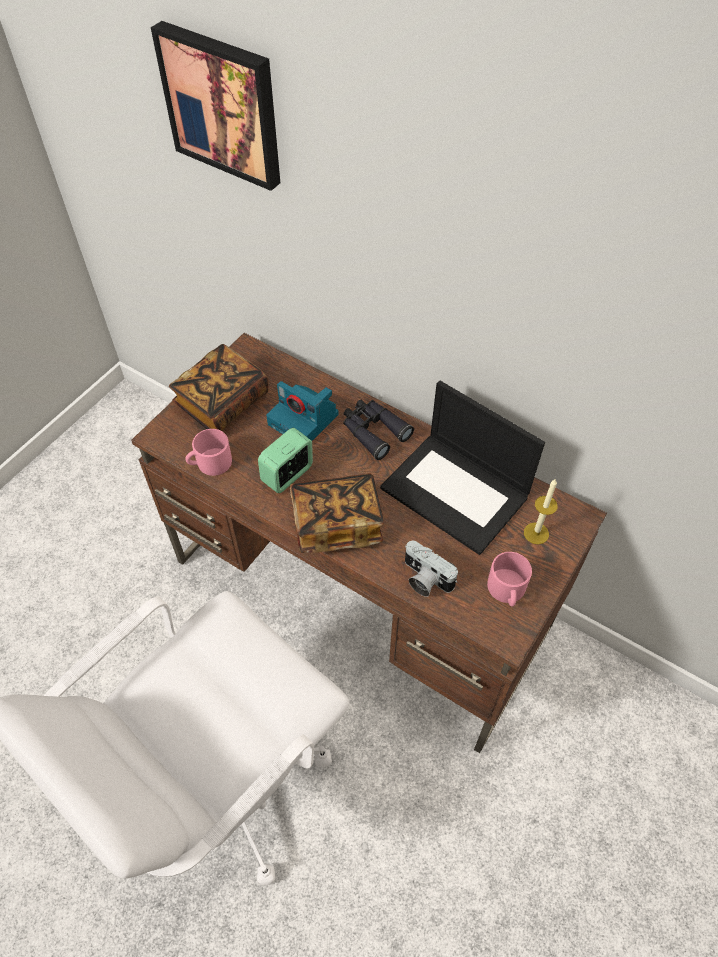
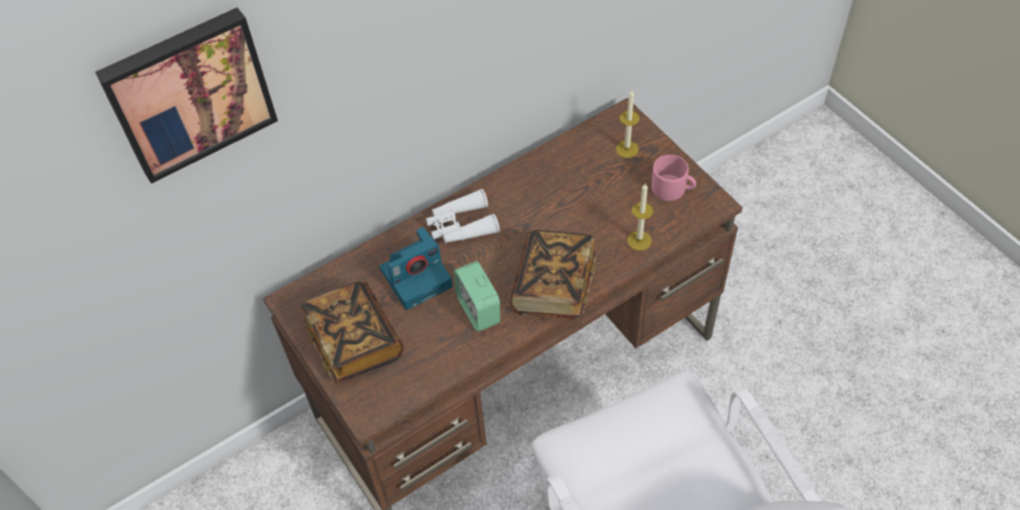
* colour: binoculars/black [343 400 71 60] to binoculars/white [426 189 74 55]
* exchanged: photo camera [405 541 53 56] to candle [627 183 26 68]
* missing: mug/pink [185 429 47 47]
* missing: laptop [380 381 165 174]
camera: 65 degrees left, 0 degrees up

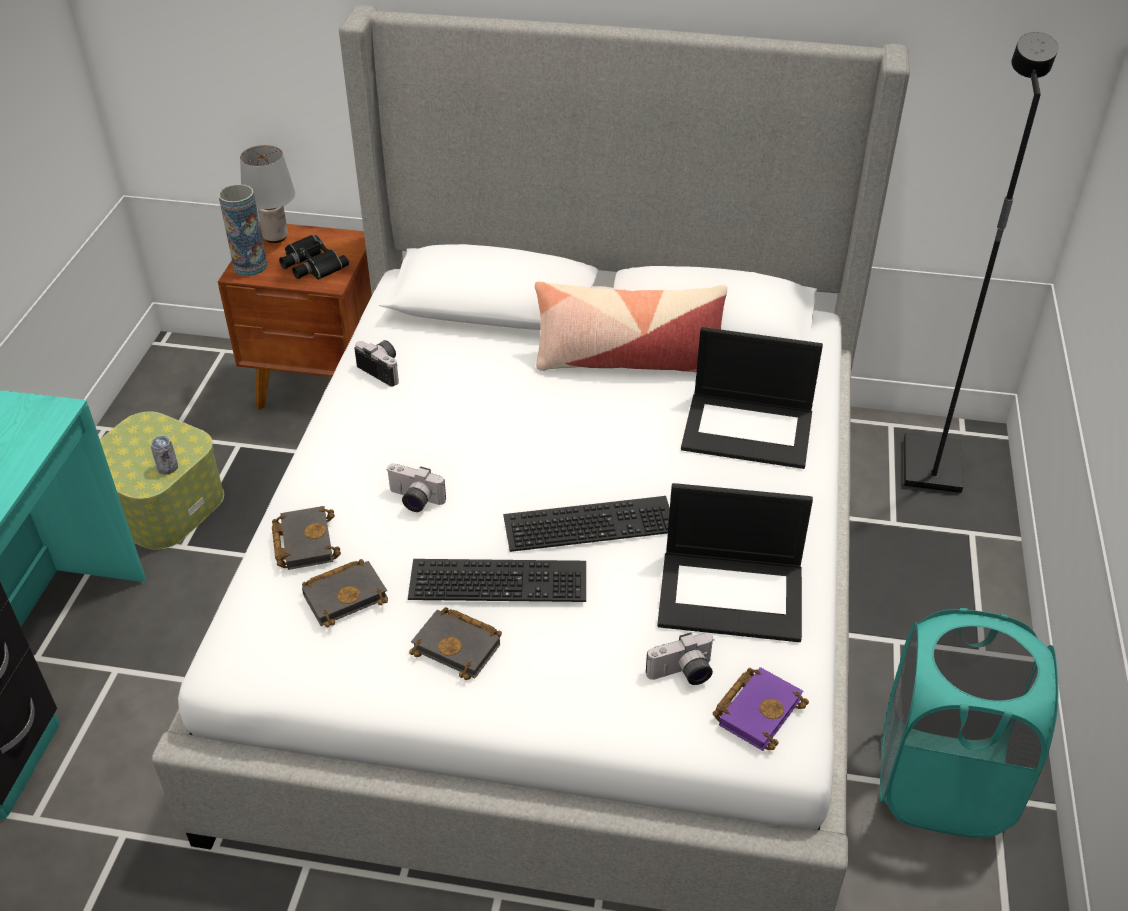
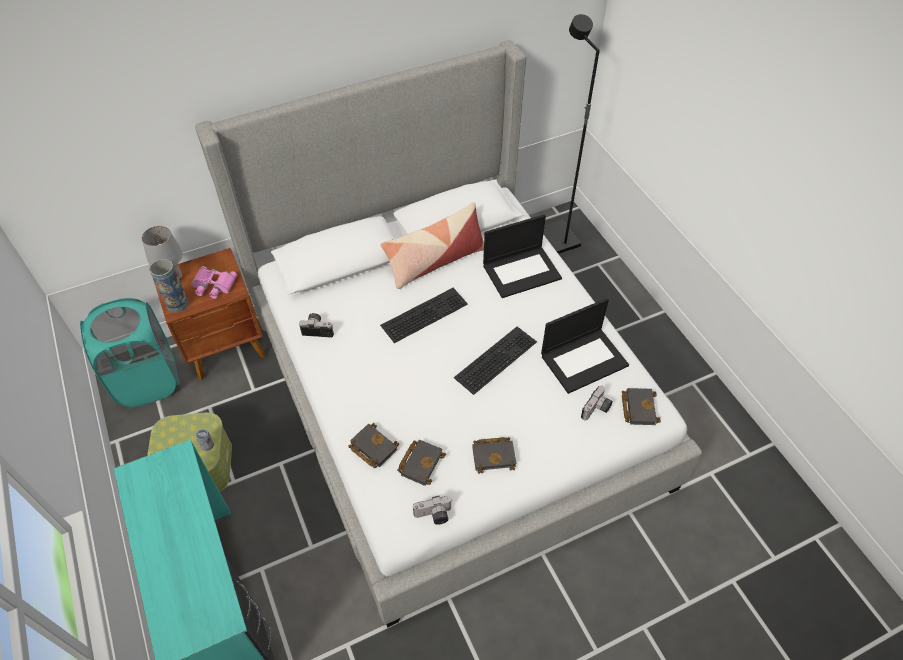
* relocated: laundry basket/turquoise [879 608 179 230] to [80 298 100 109]
* colour: binoculars/black [279 235 70 45] to binoculars/pink [191 266 46 33]
* relocated: keyboard [408 559 178 43] to [380 288 88 55]
* relocated: photo camera [386 464 60 48] to [413 496 39 29]
* colour: book/purple [713 667 96 84] to book/black [622 388 39 37]
camera: 35 degrees left, 10 degrees up

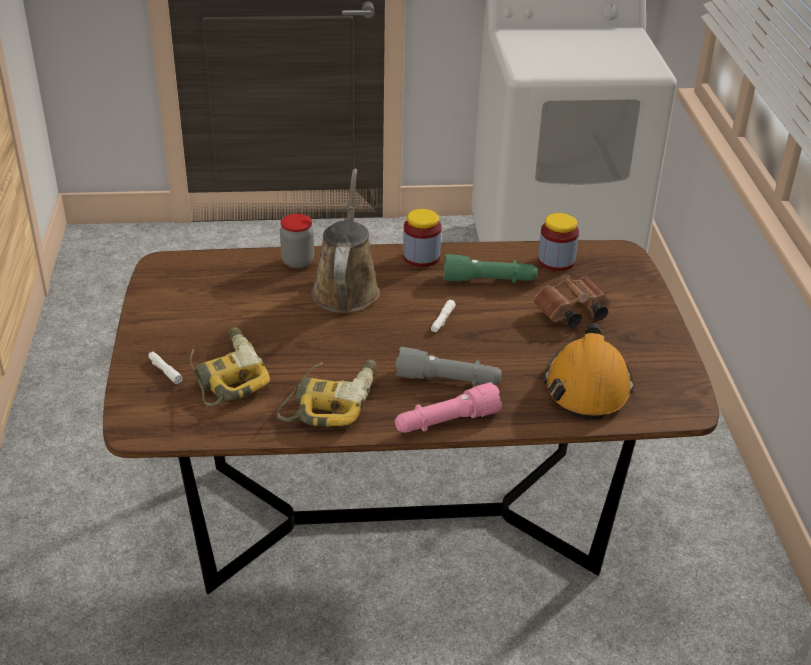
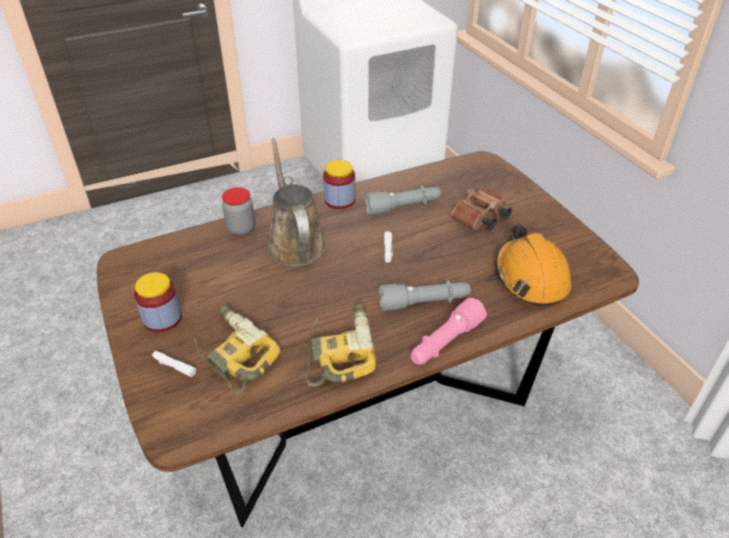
* relocated: jar [538 213 41 58] to [134 272 48 60]
* colour: flashlight/green [444 254 93 29] to flashlight/grey [365 186 76 30]
camera: 20 degrees left, 5 degrees up

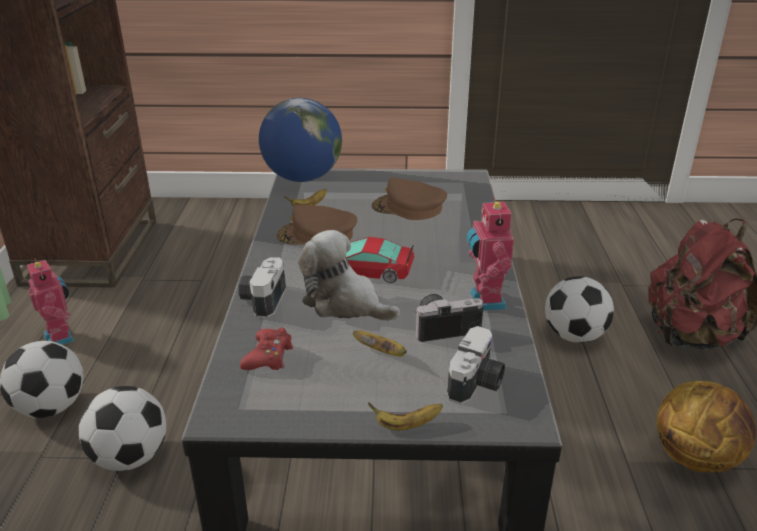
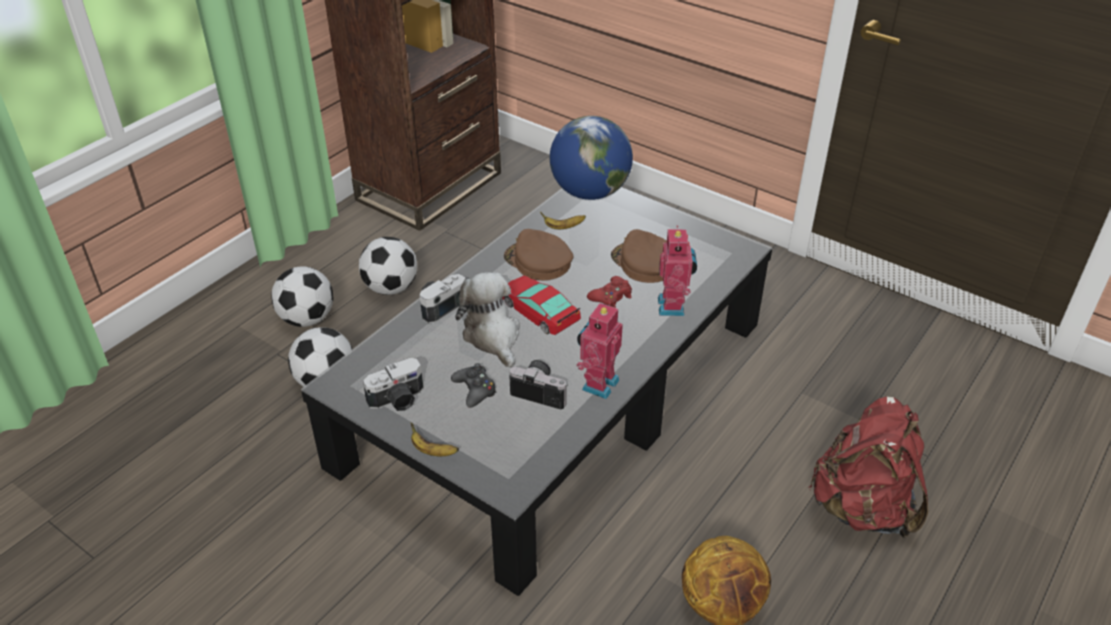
* relocated: football [545 276 69 67] to [359 237 58 58]
* relocated: photo camera [447 326 58 78] to [363 358 60 53]
* exchanged: banana [353 330 54 27] to game controller/black [451 363 46 45]
* relocated: game controller/red [240 328 53 42] to [587 276 45 32]
* relocated: toy robot [27 258 47 87] to [658 225 39 91]
camera: 35 degrees right, 10 degrees up

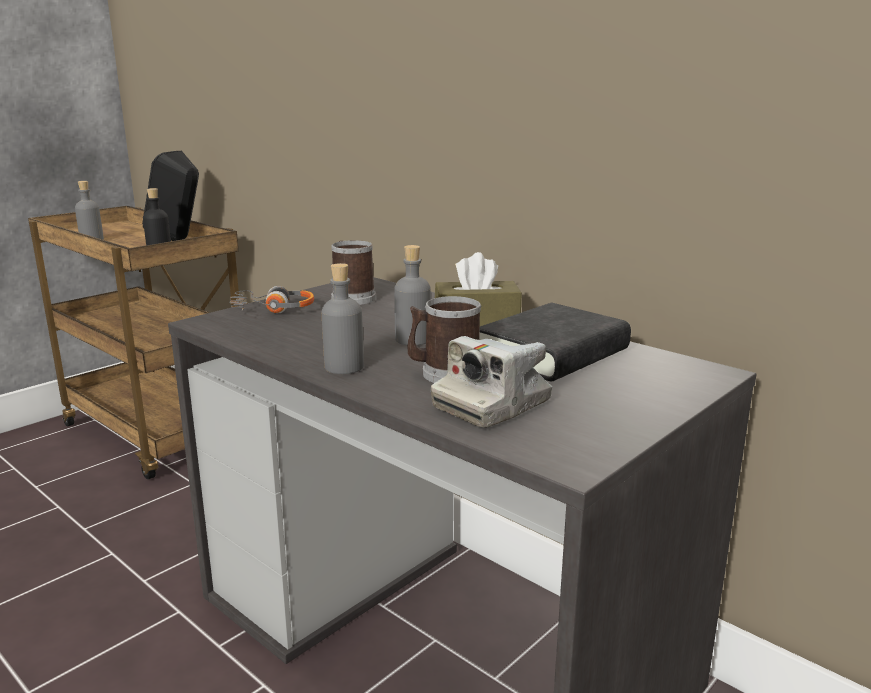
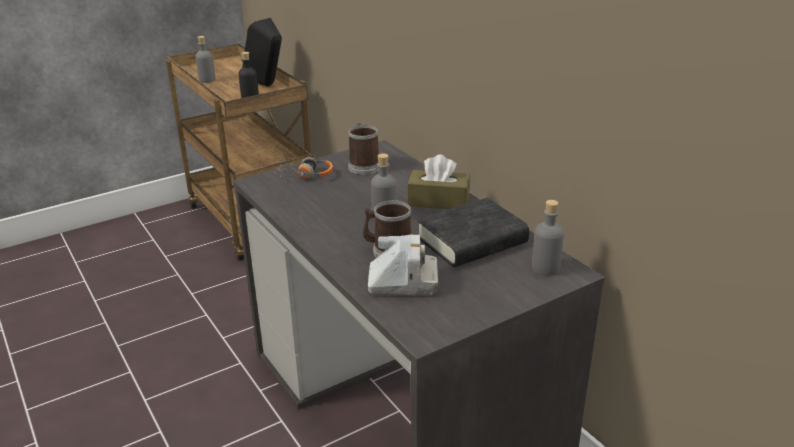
* spun: photo camera [431 336 121 92] = [368 234 70 61] 150 degrees counterclockwise
* relocated: bottle/grey [322 263 42 111] to [532 200 32 76]
camera: 15 degrees right, 10 degrees up

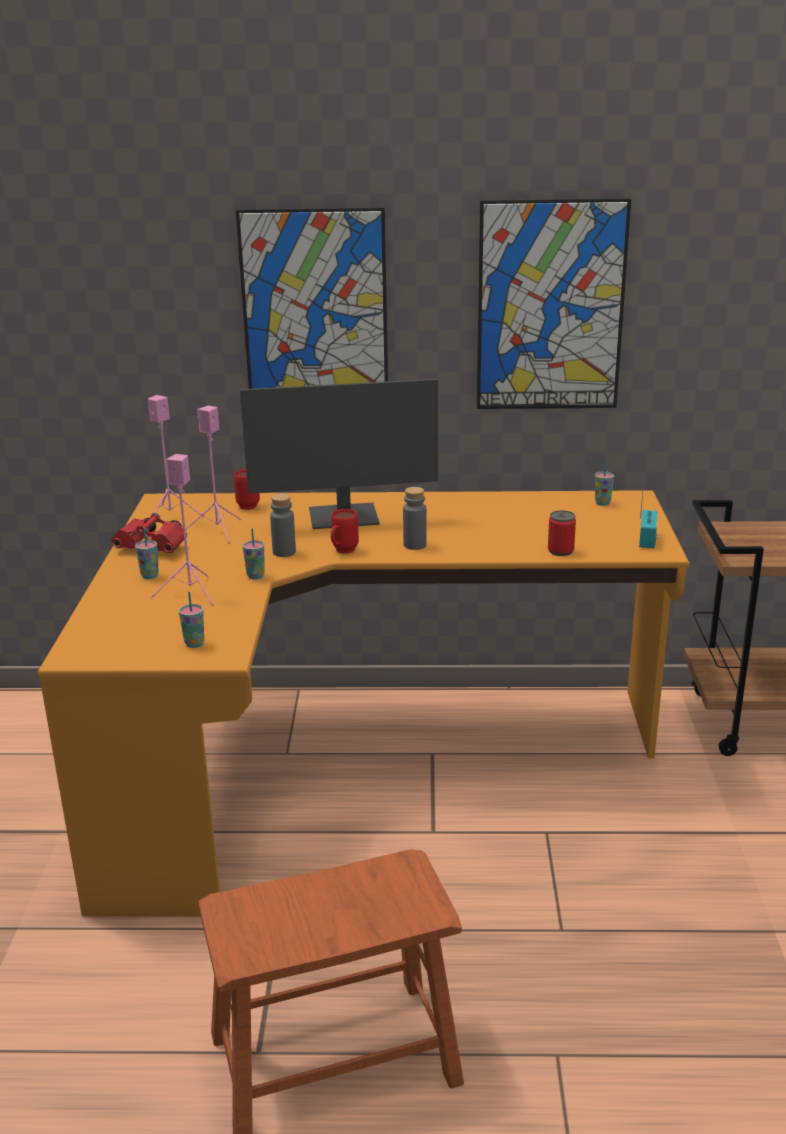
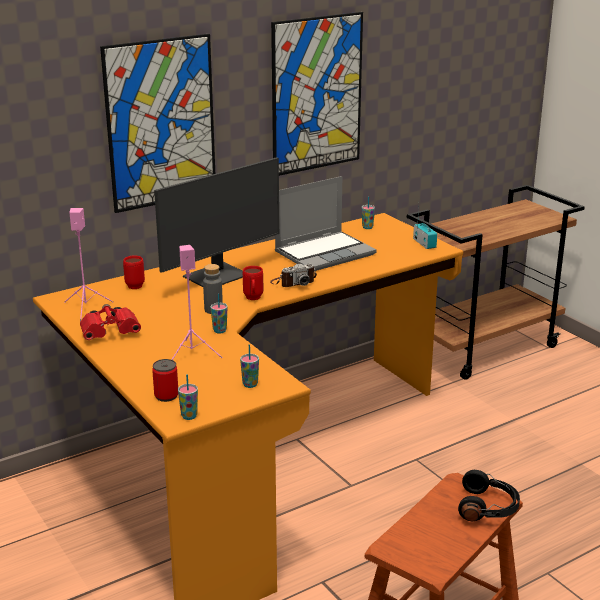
* relocated: can [548 510 28 46] to [152 359 26 43]
* relocated: cup [135 528 24 51] to [178 374 20 46]
* exchanged: bottle/grey [403 487 24 63] to photo camera [270 263 47 24]
* appeared: laptop [275 176 102 95]
* appeared: headphones/black [458 470 62 51]
* missing: speaker/pink [186 405 55 139]
camera: 35 degrees left, 0 degrees up

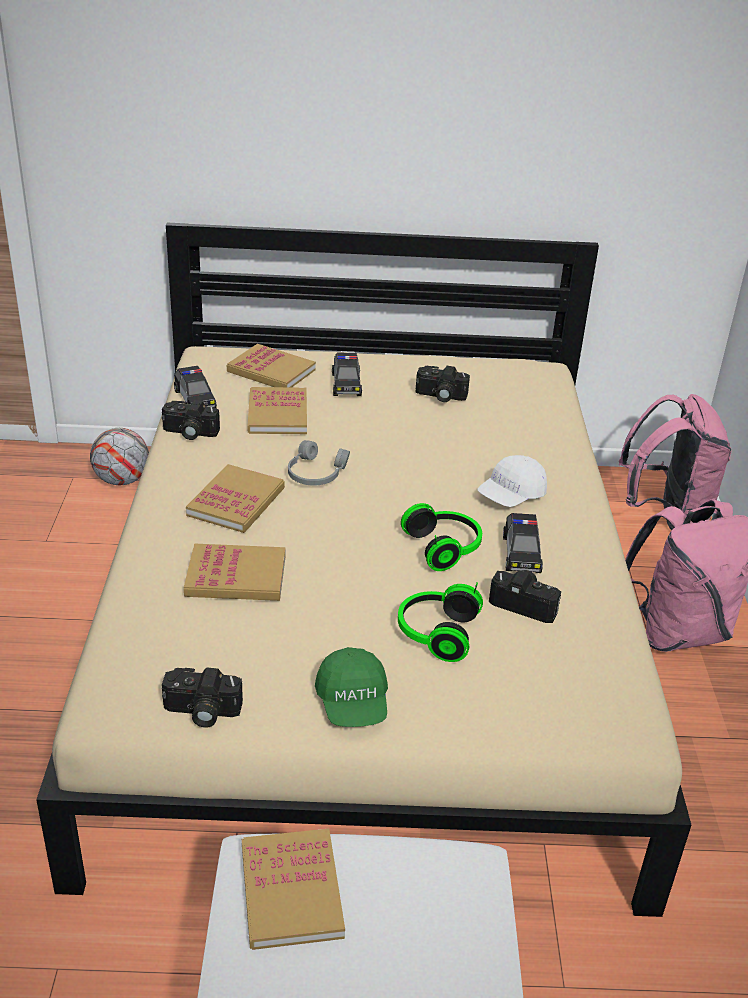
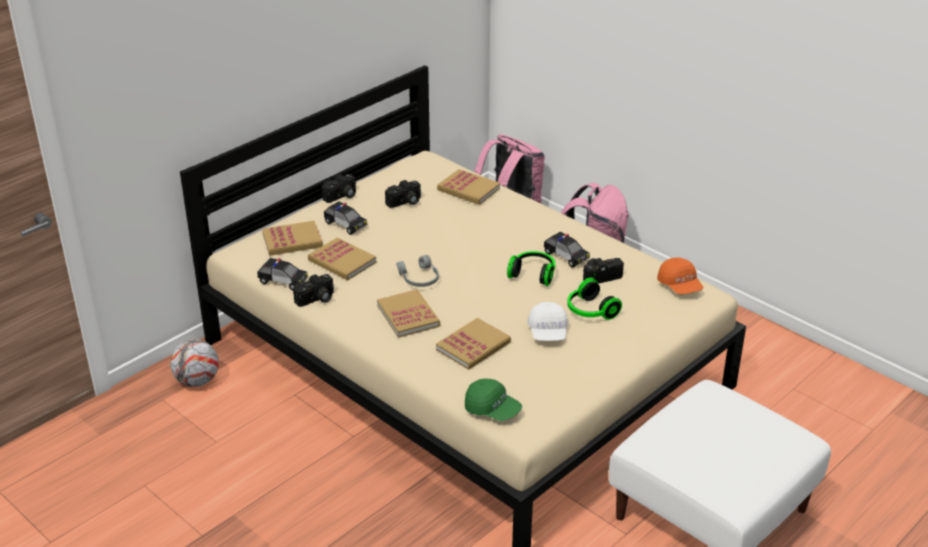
* relocated: photo camera [162 667 81 61] to [322 174 34 29]
* relocated: book [242 829 103 121] to [437 169 63 36]
* relocated: cap/green [315 647 73 80] to [465 379 57 42]
* relocated: cap/white [478 455 69 52] to [527 302 41 39]
* appeared: cap/orange [657 257 46 37]
camera: 45 degrees left, 0 degrees up

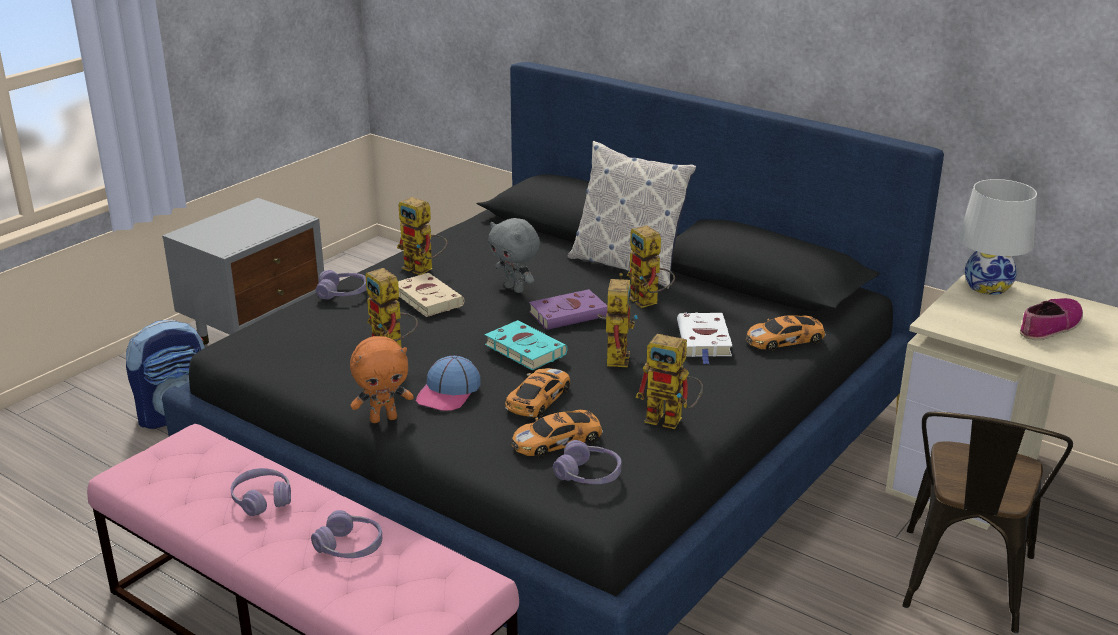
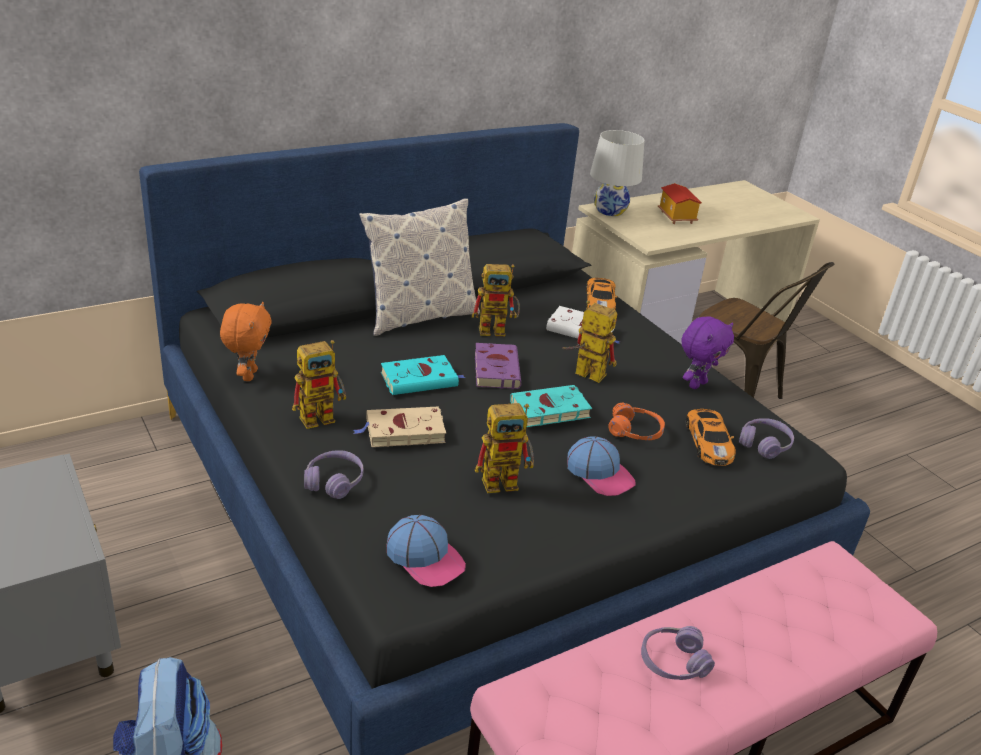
* relocated: plush toy/orange [350 336 64 87] to [220 302 52 79]
* exchanged: plush toy/grey [488 218 52 75] to book/turquoise [381 355 85 40]
* appeared: cap [387 515 79 72]
* exchanged: toy car [505 368 65 50] to headphones/orange [608 403 57 37]
* exchanged: shoe [1020 298 63 43] to toy house [658 183 44 41]
* exchanged: toy robot [635 334 68 95] to plush toy/purple [682 316 52 73]
* missing: headphones/purple [311 510 71 48]
camera: 70 degrees left, 5 degrees up

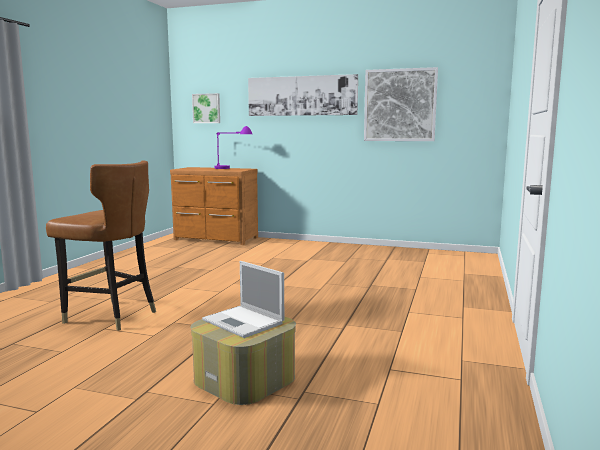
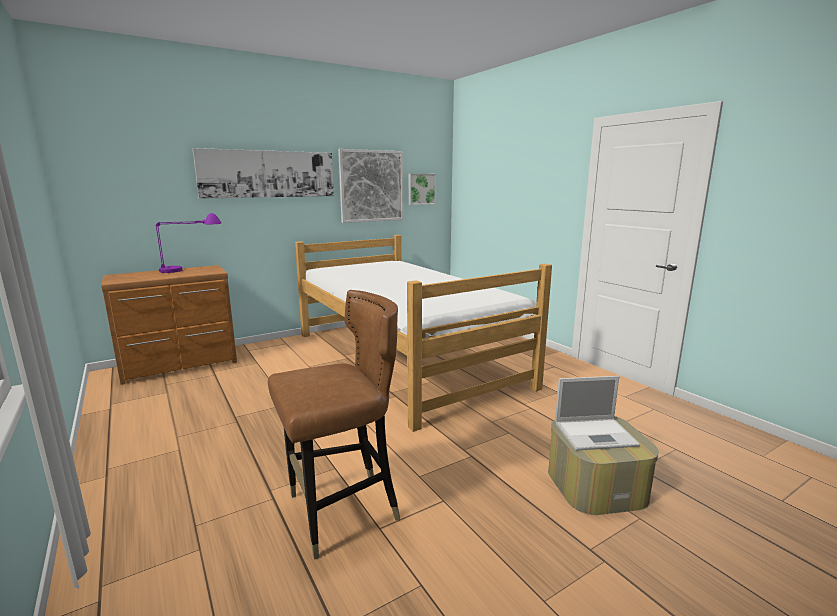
* appeared: bed [295 235 257 197]
* relocated: picture [192 93 28 30] to [409 174 27 31]
camera: 50 degrees left, 5 degrees up

